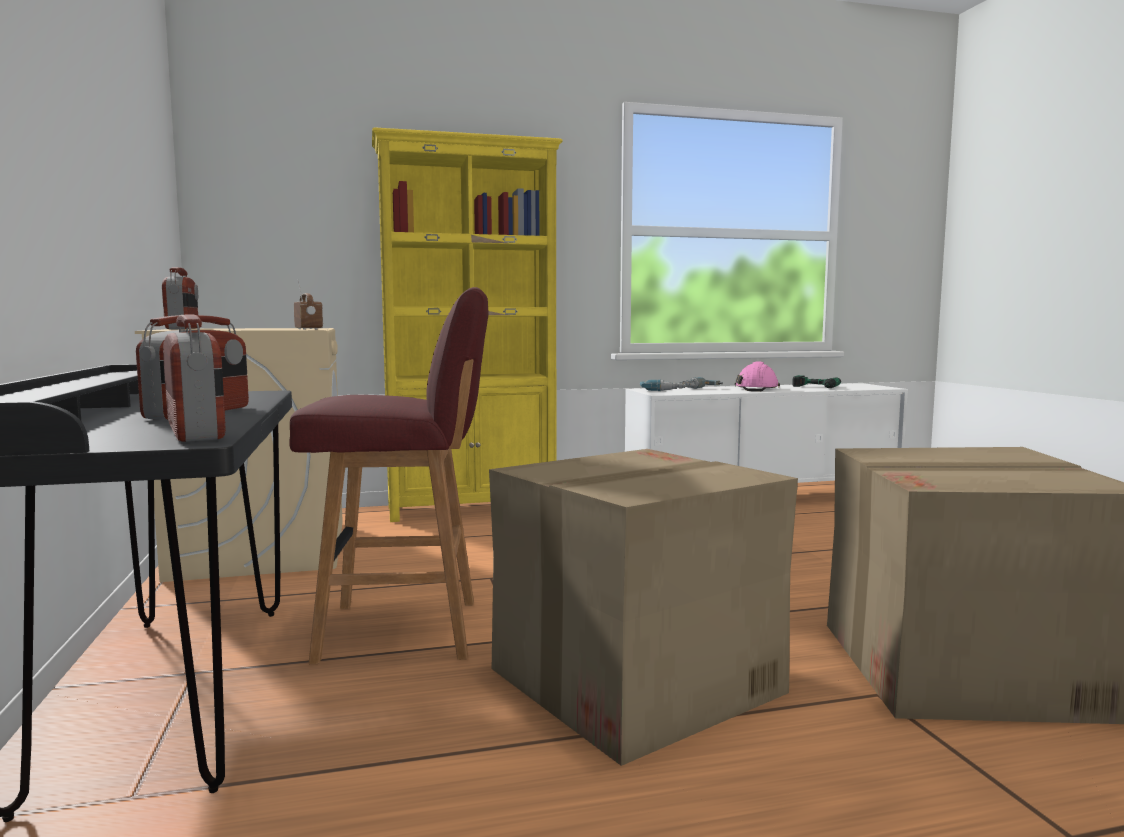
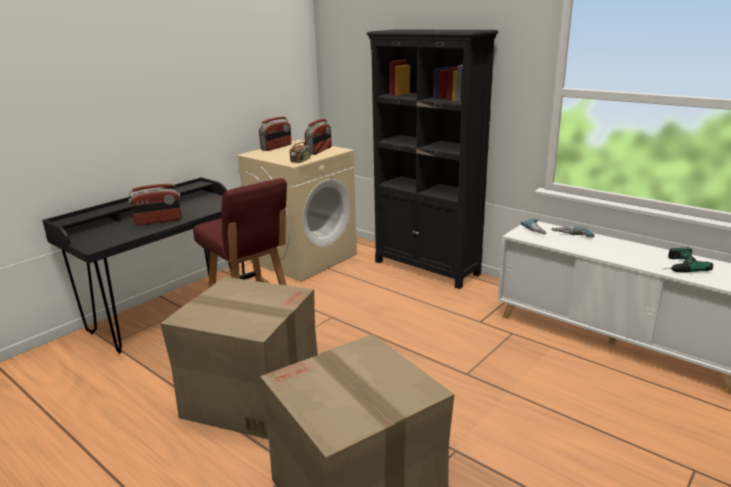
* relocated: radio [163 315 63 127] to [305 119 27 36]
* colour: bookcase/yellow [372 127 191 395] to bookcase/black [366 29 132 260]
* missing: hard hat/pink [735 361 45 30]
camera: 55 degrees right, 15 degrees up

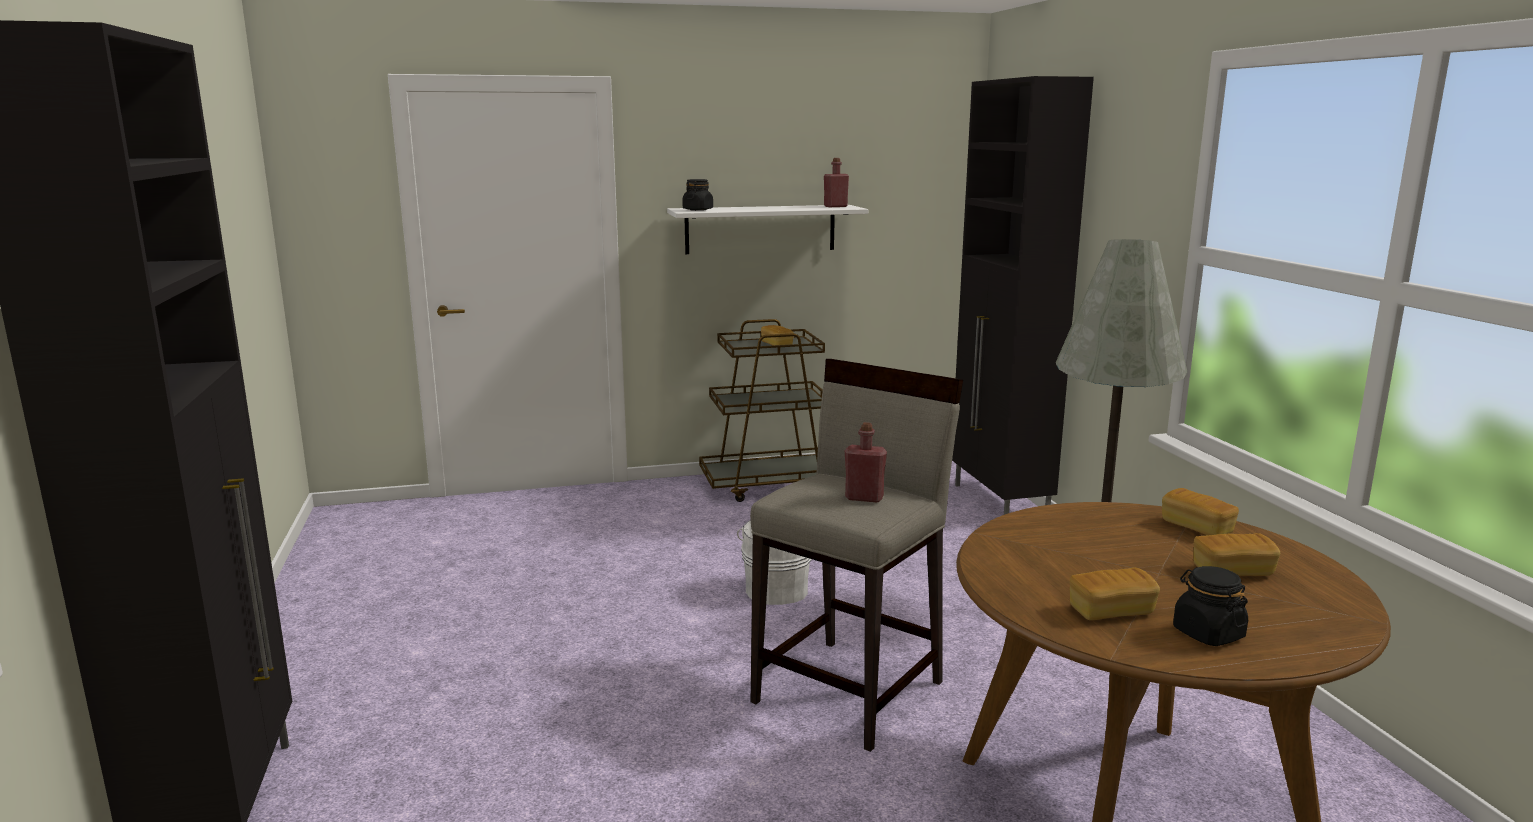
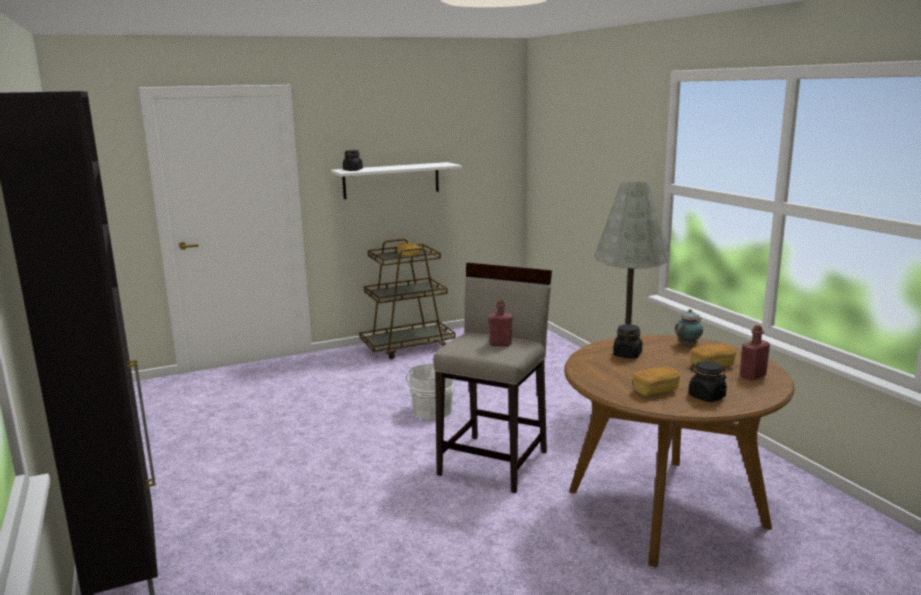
* appeared: jar/black [613 324 29 35]
* exchanged: bread [1162 488 77 48] to teapot [675 309 28 37]
* relocated: bottle/red [824 158 25 49] to [740 325 30 56]
* missing: cabinet/black [952 76 142 439]
camera: 10 degrees left, 0 degrees up

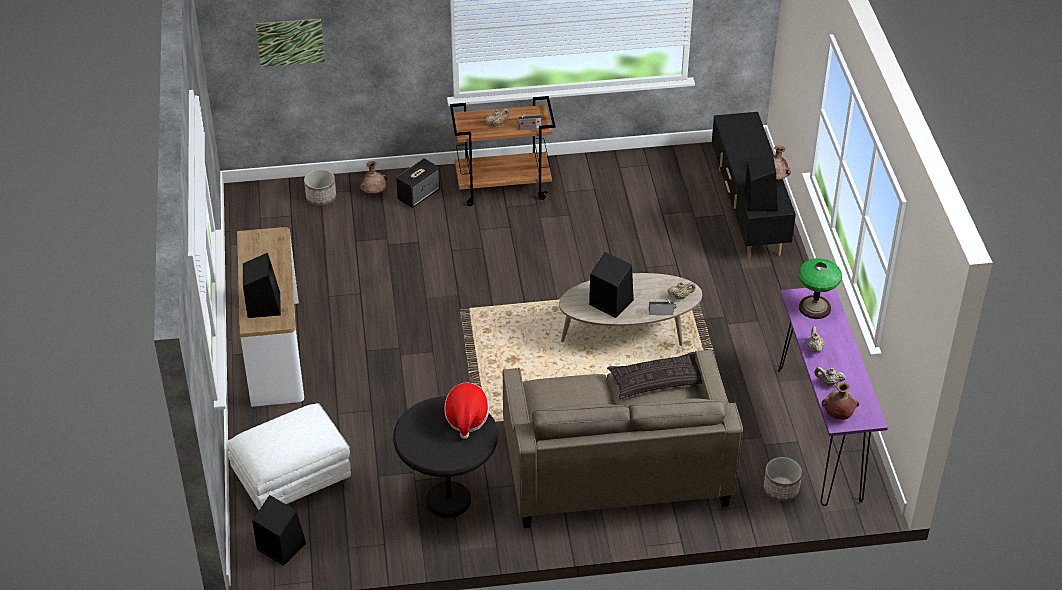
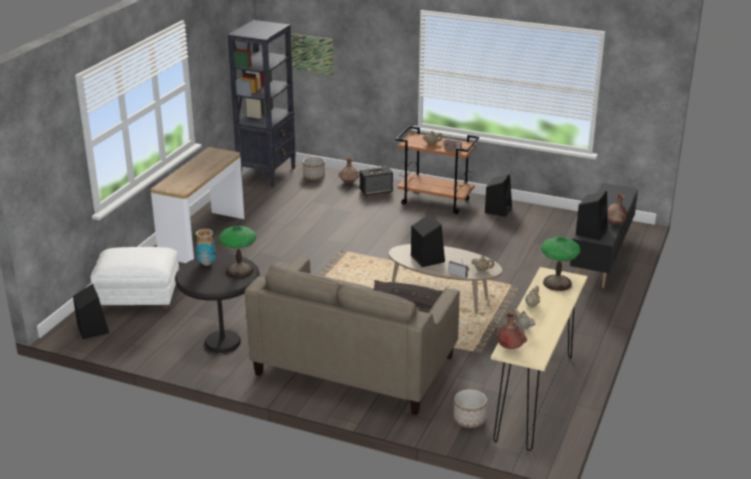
* appeared: vase [196 229 20 37]
* exchanged: hat [444 383 45 56] to table lamp [219 226 37 52]
* appeared: bookcase/black [228 20 68 168]
* relocated: speaker/black [243 253 38 65] to [485 174 27 43]
* colour: console table/purple [778 288 110 218] to console table/beige [491 267 97 184]
camera: 30 degrees right, 15 degrees down

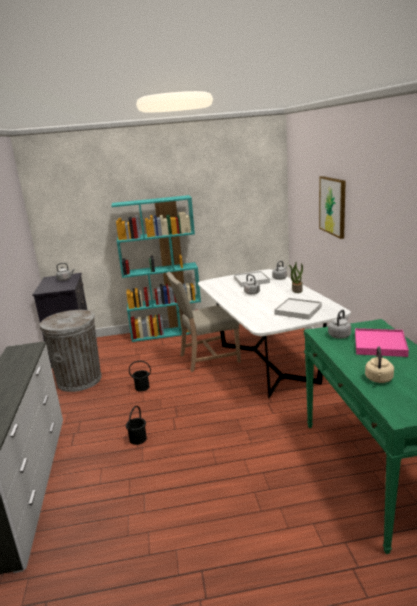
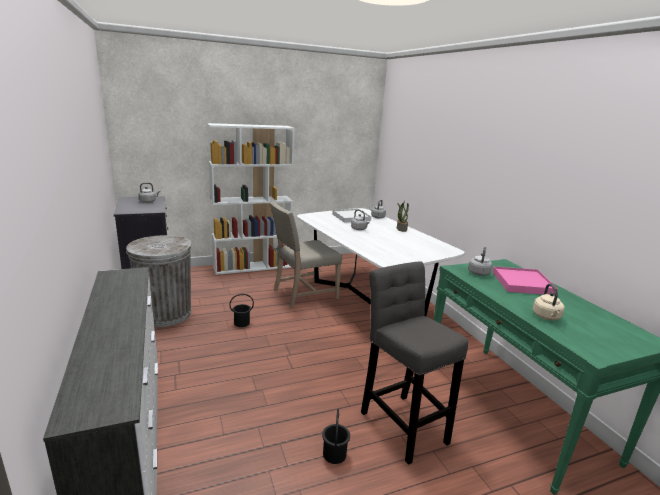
* colour: bookcase/turquoise [111 195 90 147] to bookcase/white [207 123 88 152]
* relocated: bucket/black [126 406 21 39] to [322 409 28 55]
* appeared: stool/grey [361 261 107 204]
* missing: tray/white [274 298 48 22]
* missing: picture [319 176 27 63]
camera: 15 degrees left, 0 degrees up

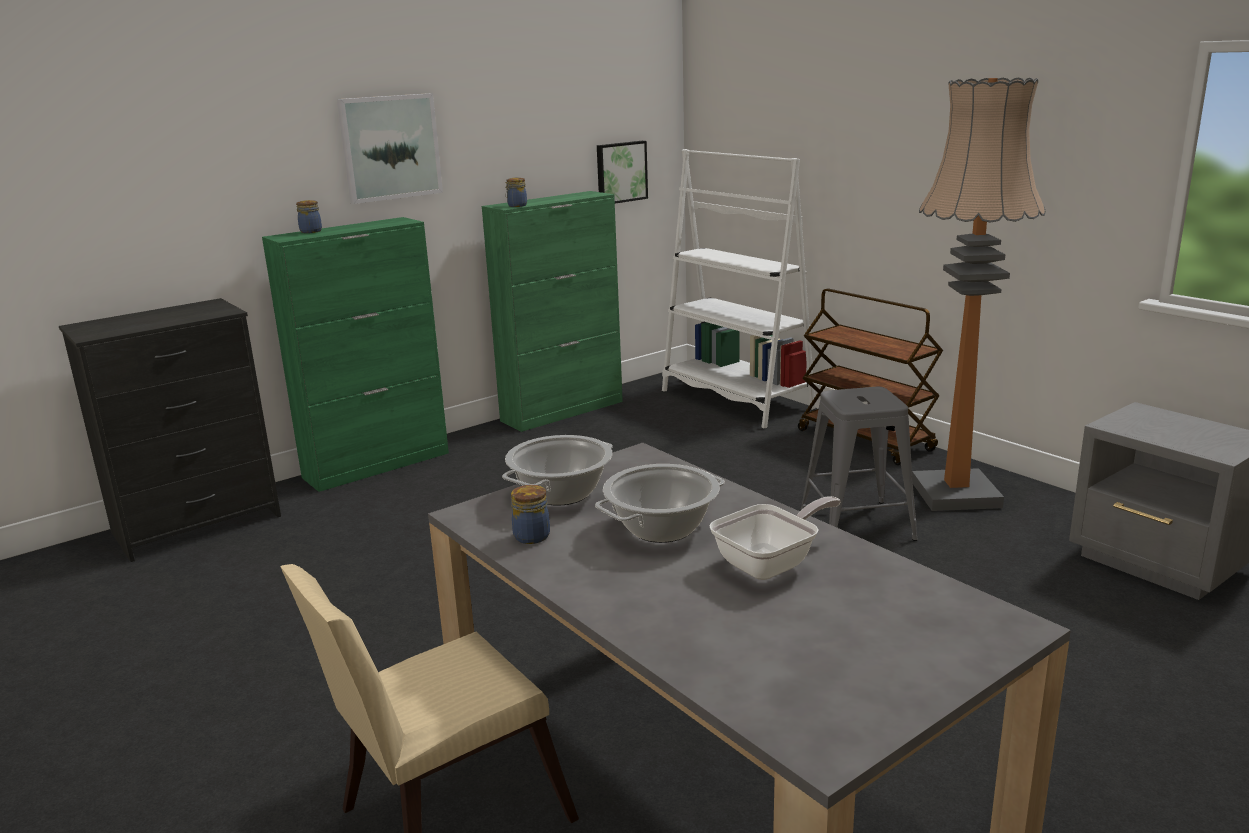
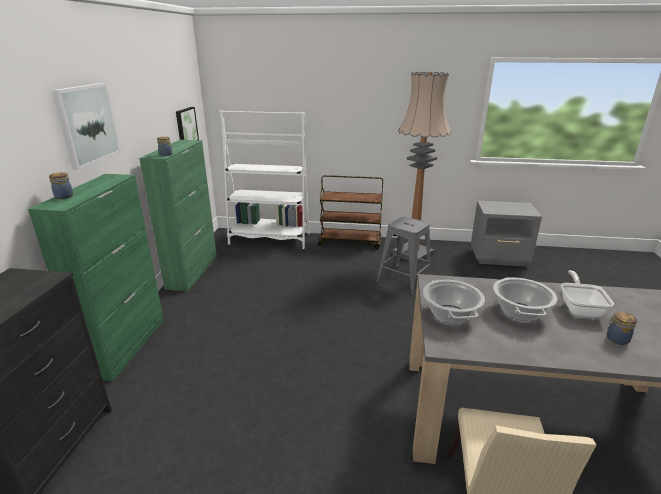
* relocated: jar [511 485 39 59] to [606 311 31 34]
camera: 45 degrees left, 5 degrees up

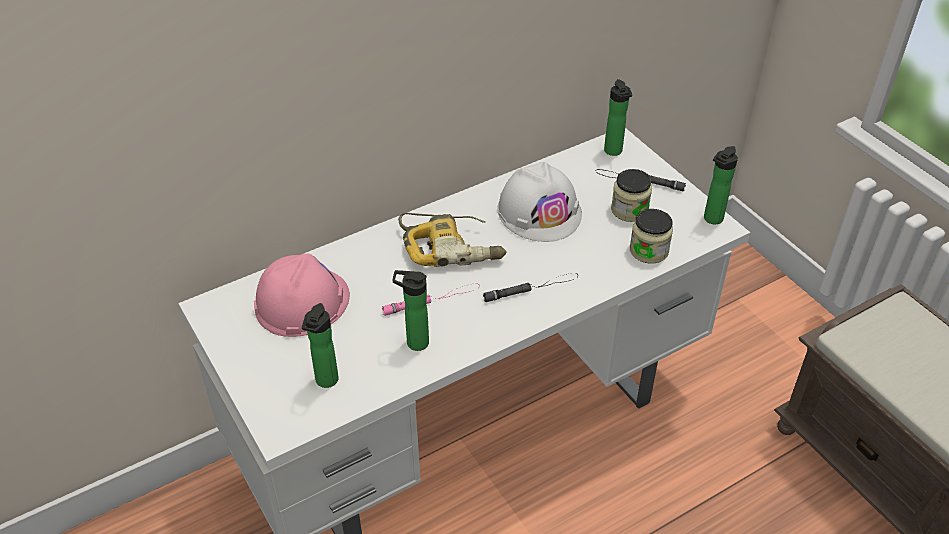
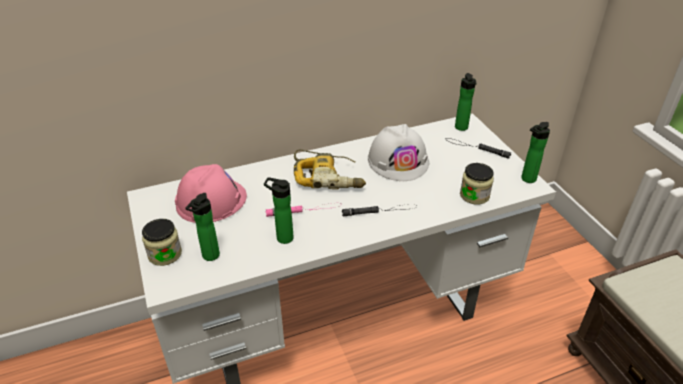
* relocated: jar [611 169 41 53] to [142 219 40 47]
camera: 10 degrees right, 5 degrees down

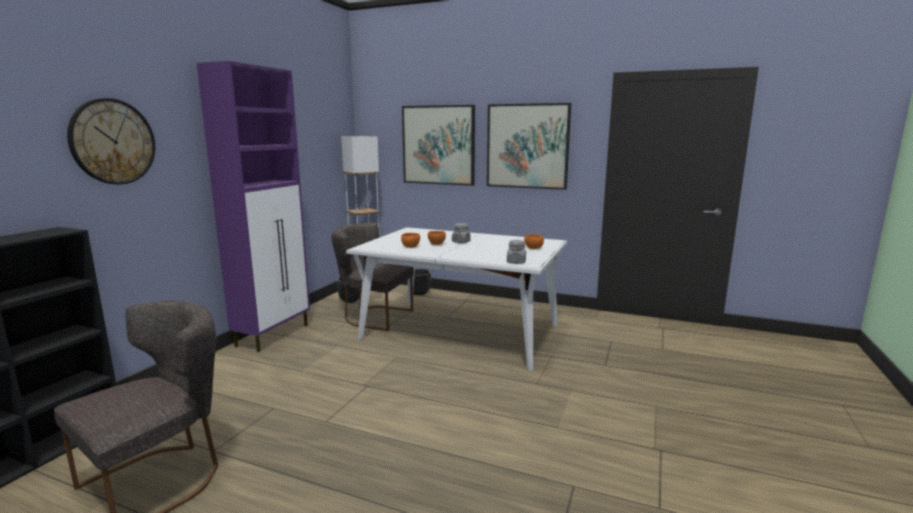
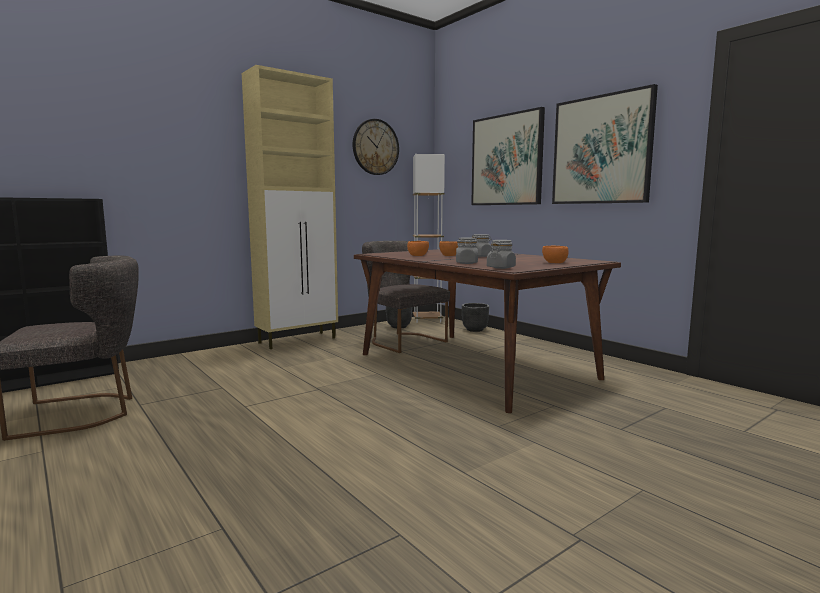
* colour: cabinet/purple [196 61 114 291] to cabinet/beige [242 65 96 284]
* relocated: wall clock [67 98 88 86] to [353 119 46 56]
* colour: dining table/white [346 227 221 144] to dining table/brown [354 249 267 164]
* appeared: jar/grey [456 237 22 27]
camera: 30 degrees right, 5 degrees down

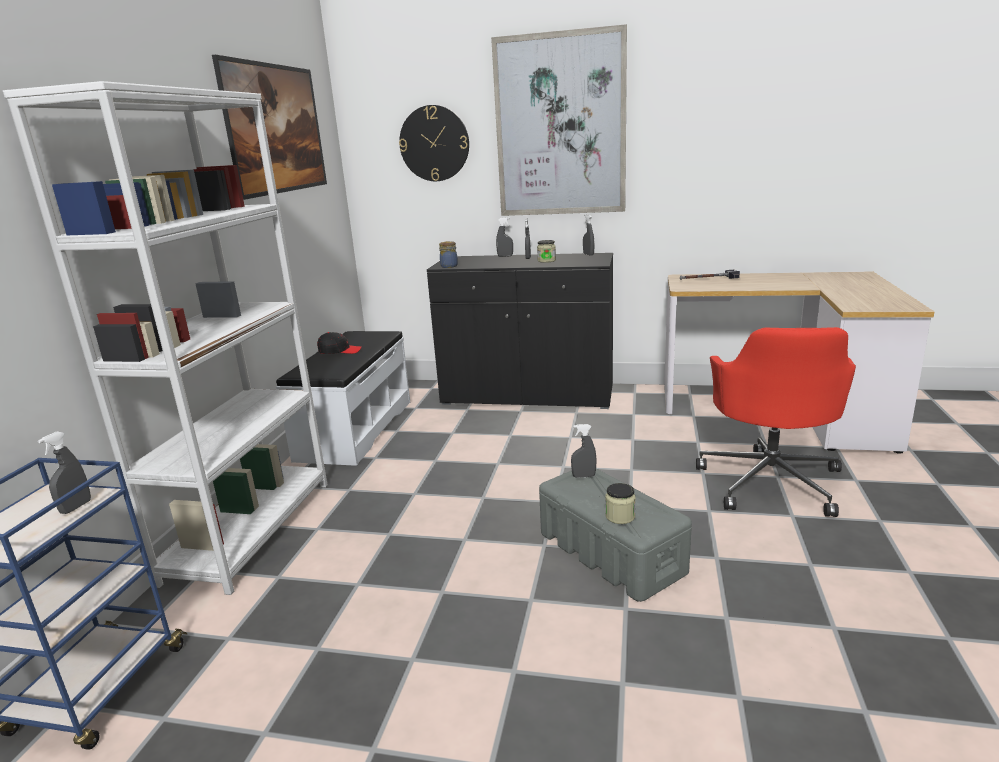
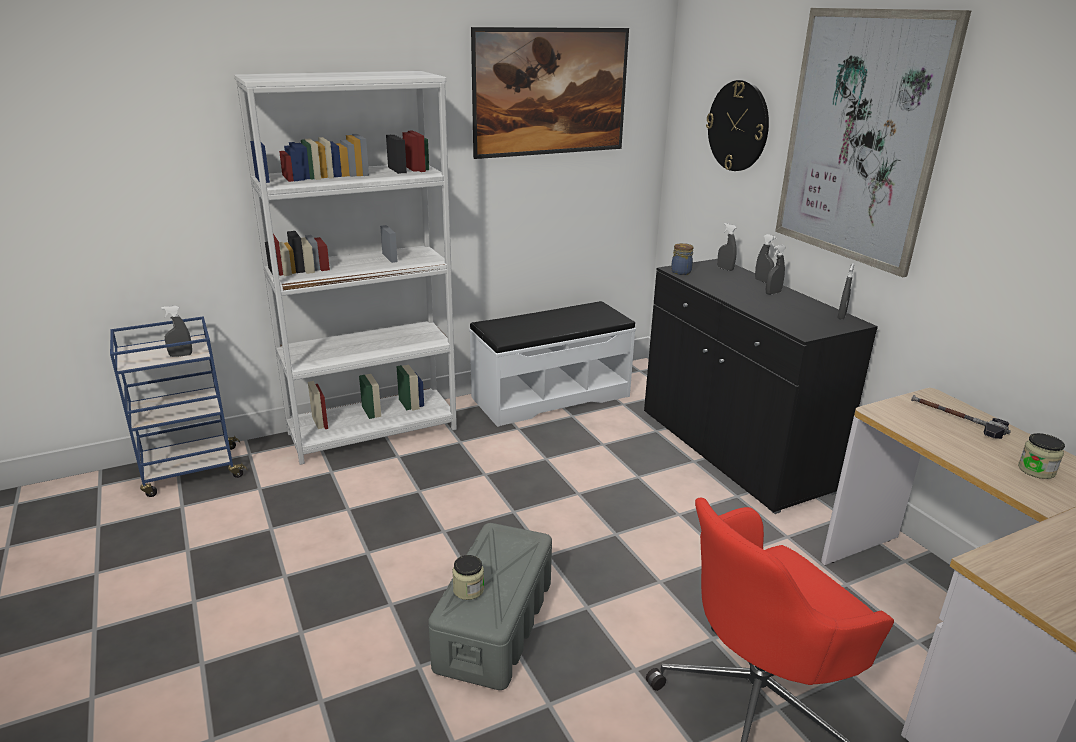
* relocated: spray bottle/grey [571 424 26 54] to [717 223 20 48]
* relocated: jar [537 240 19 23] to [1018 433 47 46]
* missing: cap/black [317 332 45 22]
camera: 50 degrees right, 5 degrees up

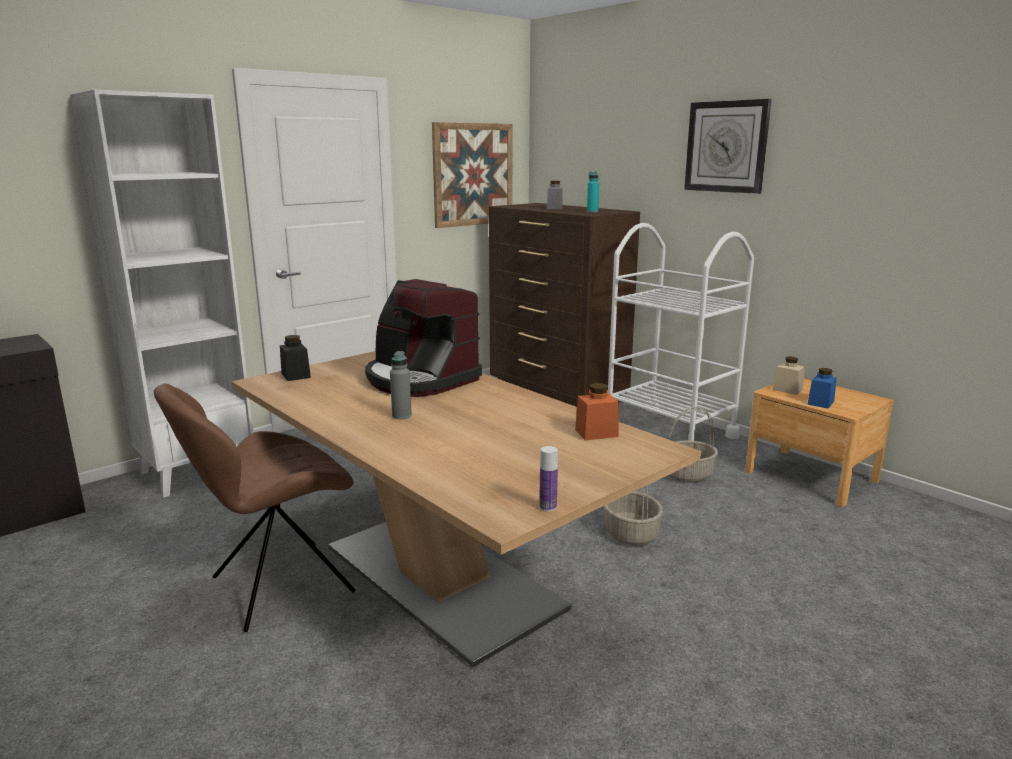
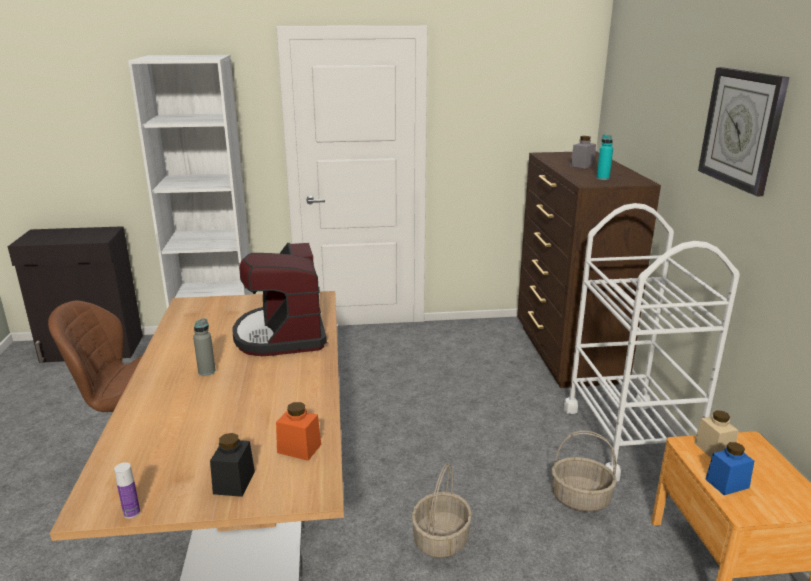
* relocated: jar/black [280 335 31 46] to [210 433 45 64]
* missing: picture [432 122 81 106]
camera: 35 degrees right, 5 degrees up

